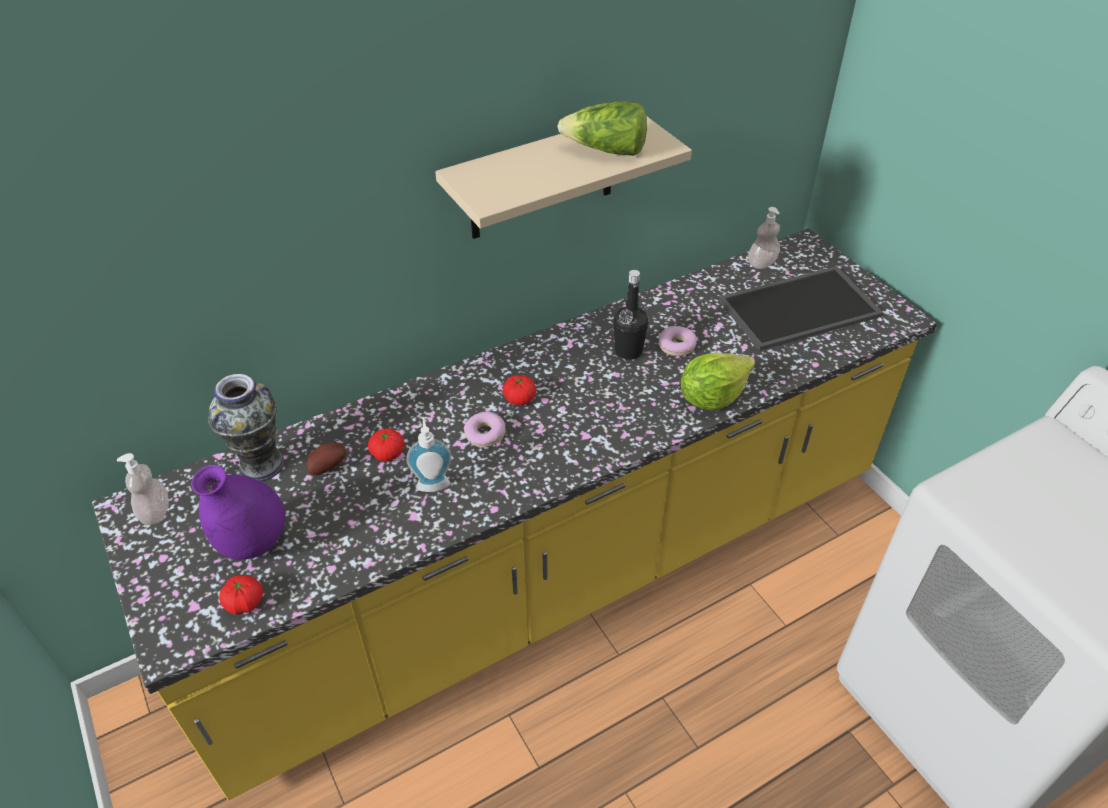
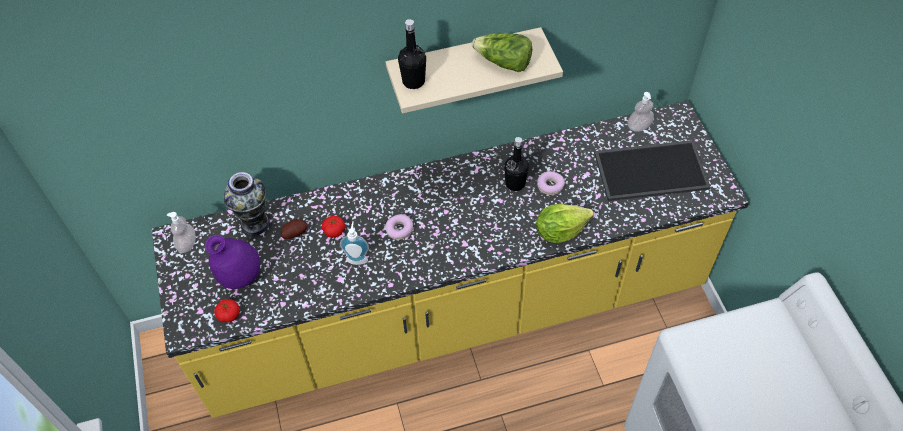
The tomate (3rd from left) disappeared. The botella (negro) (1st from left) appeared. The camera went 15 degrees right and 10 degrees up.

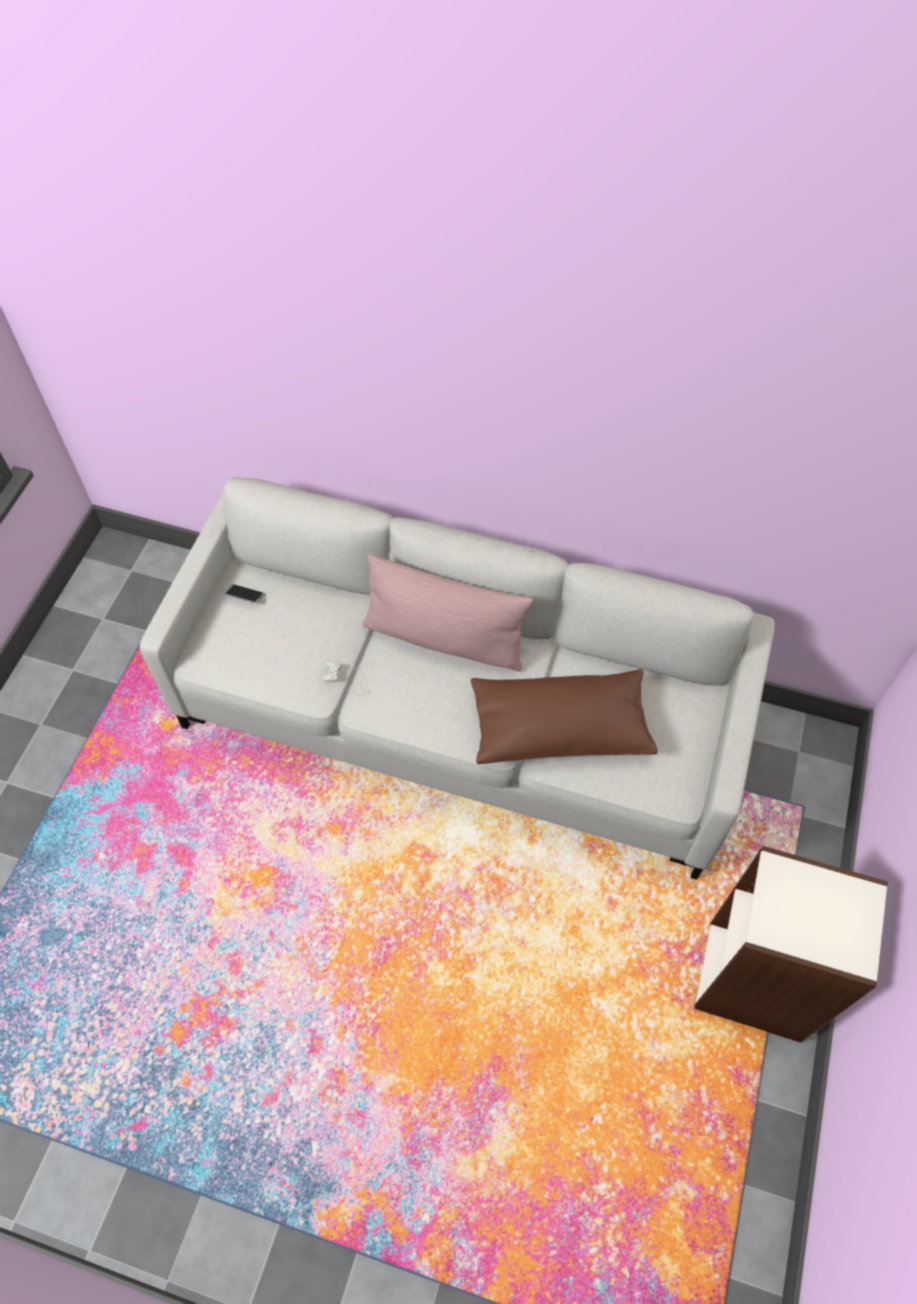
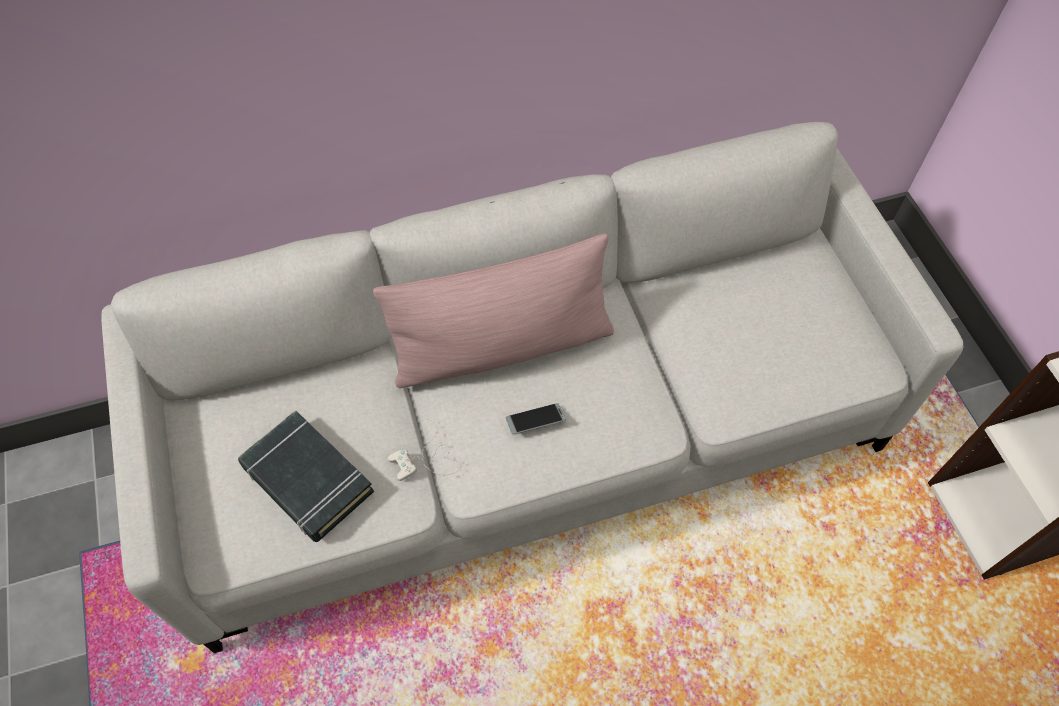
The móvil moved. The cojín (marrón) disappeared. The libro (negro) appeared. The camera went 35 degrees left and 0 degrees up.

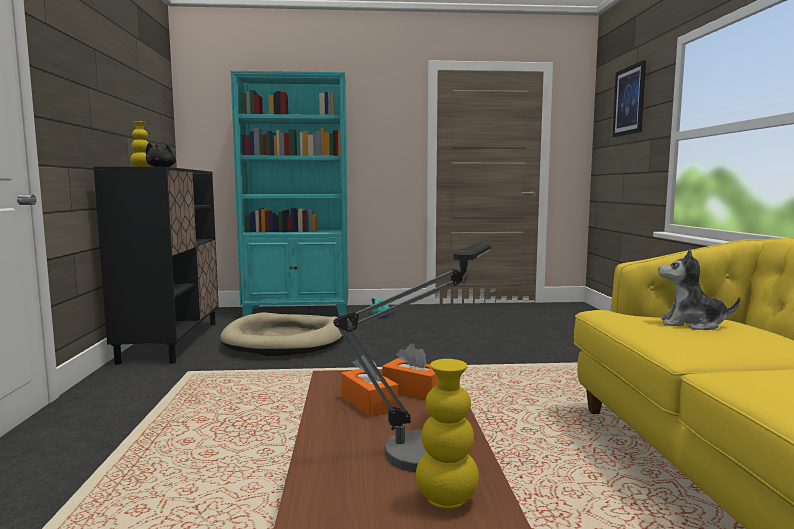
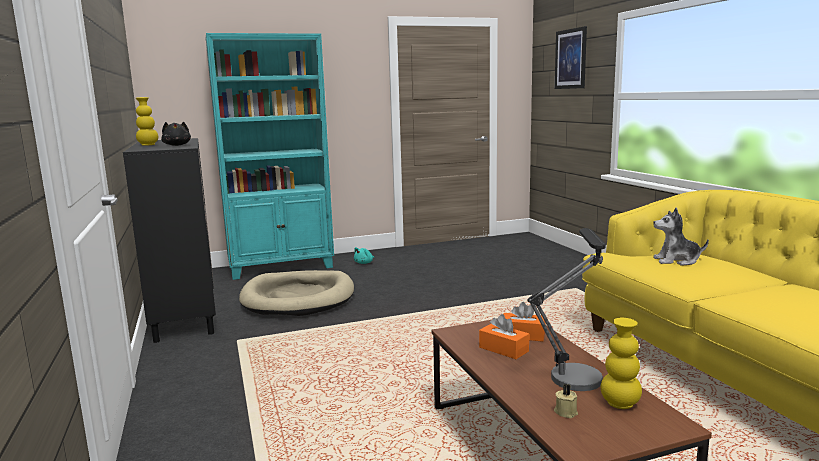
The vela (beis) appeared. The camera went 15 degrees left and 5 degrees up.

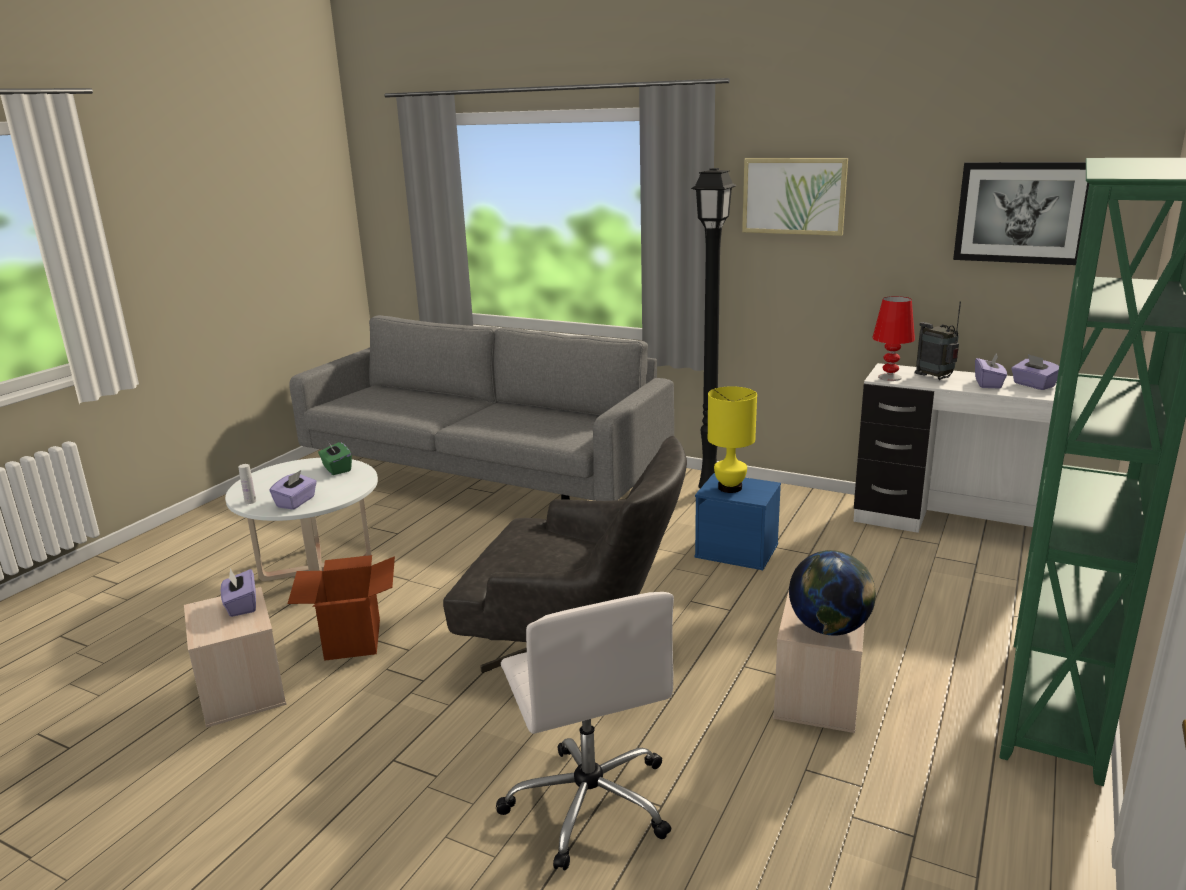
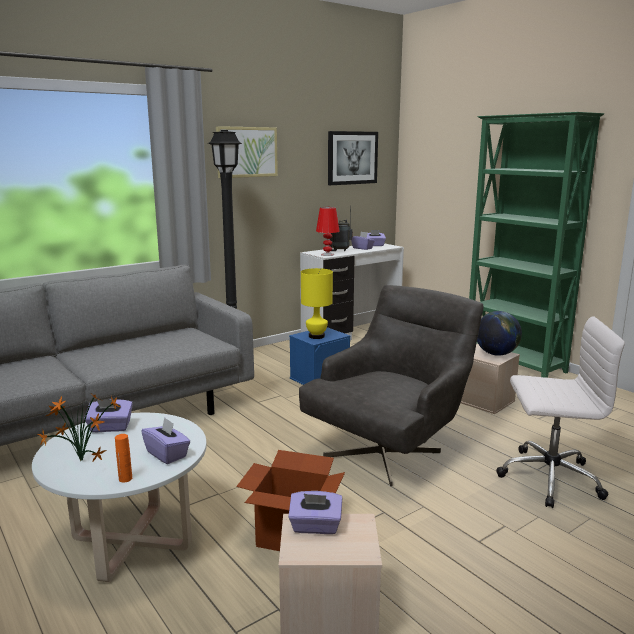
The botella (blanco) became the botella (naranja). The caja de pañuelos (verde) became the caja de pañuelos (morado) (1st from left). The planta en maceta appeared. The camera went 65 degrees left and 5 degrees down.

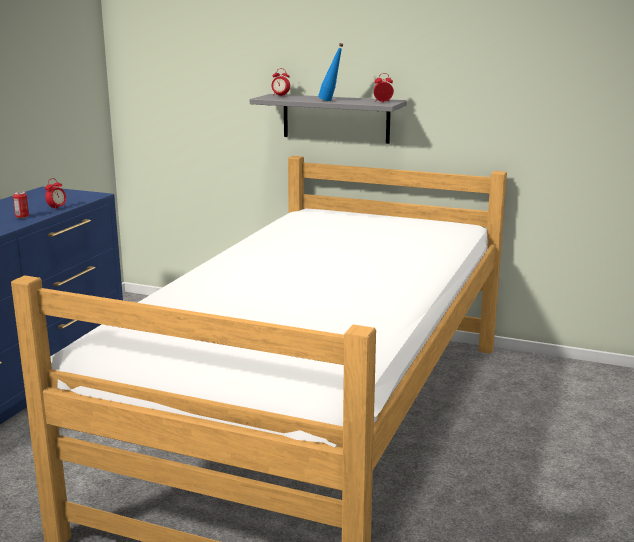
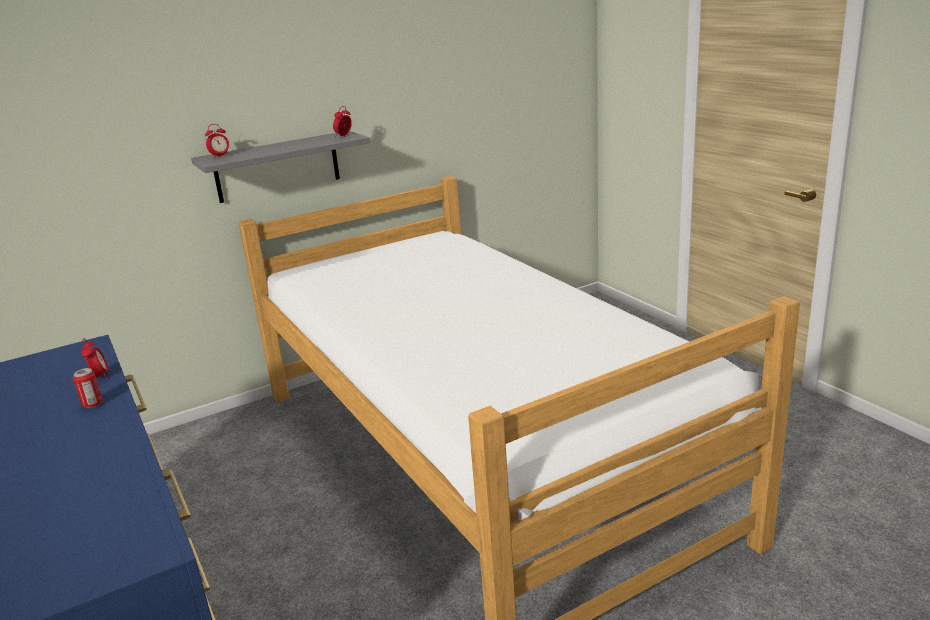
The botella (azul) disappeared. The camera went 50 degrees left and 5 degrees up.

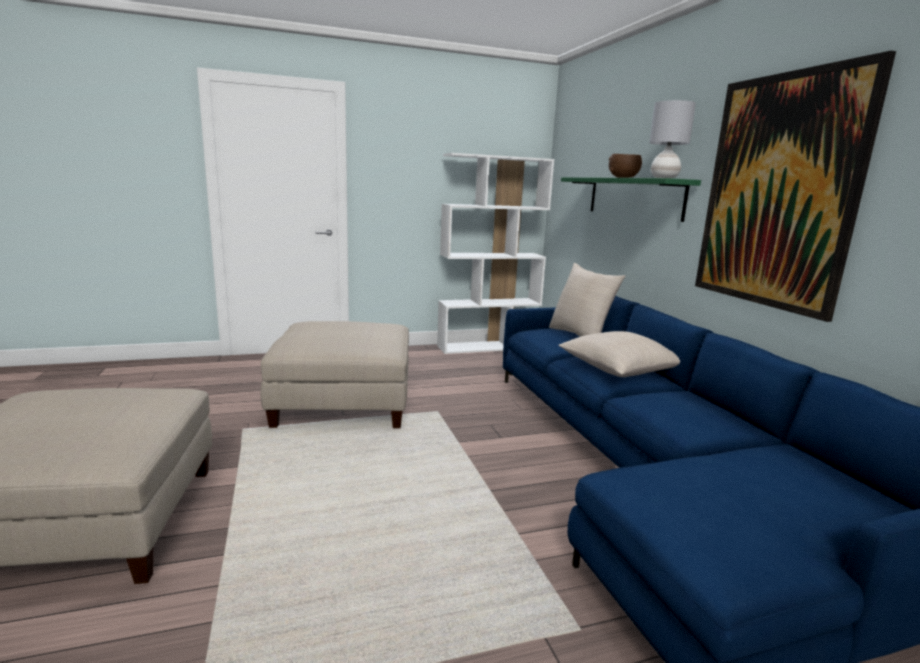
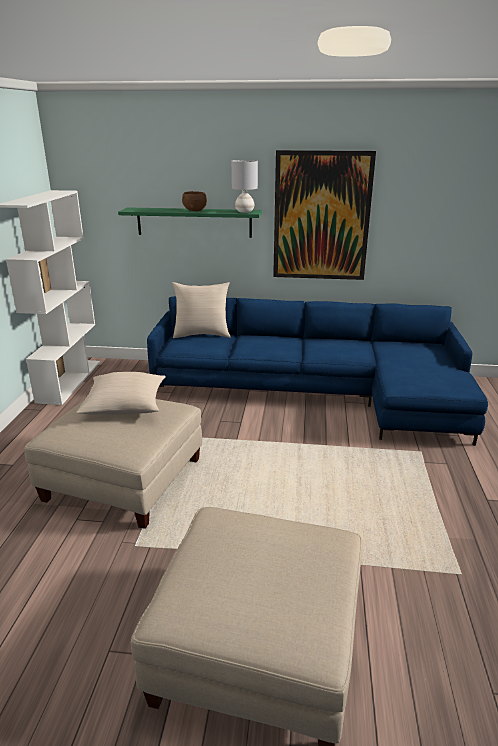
The cojín (beis) (2nd from left in the first image) moved. The camera went 65 degrees left and 10 degrees up.

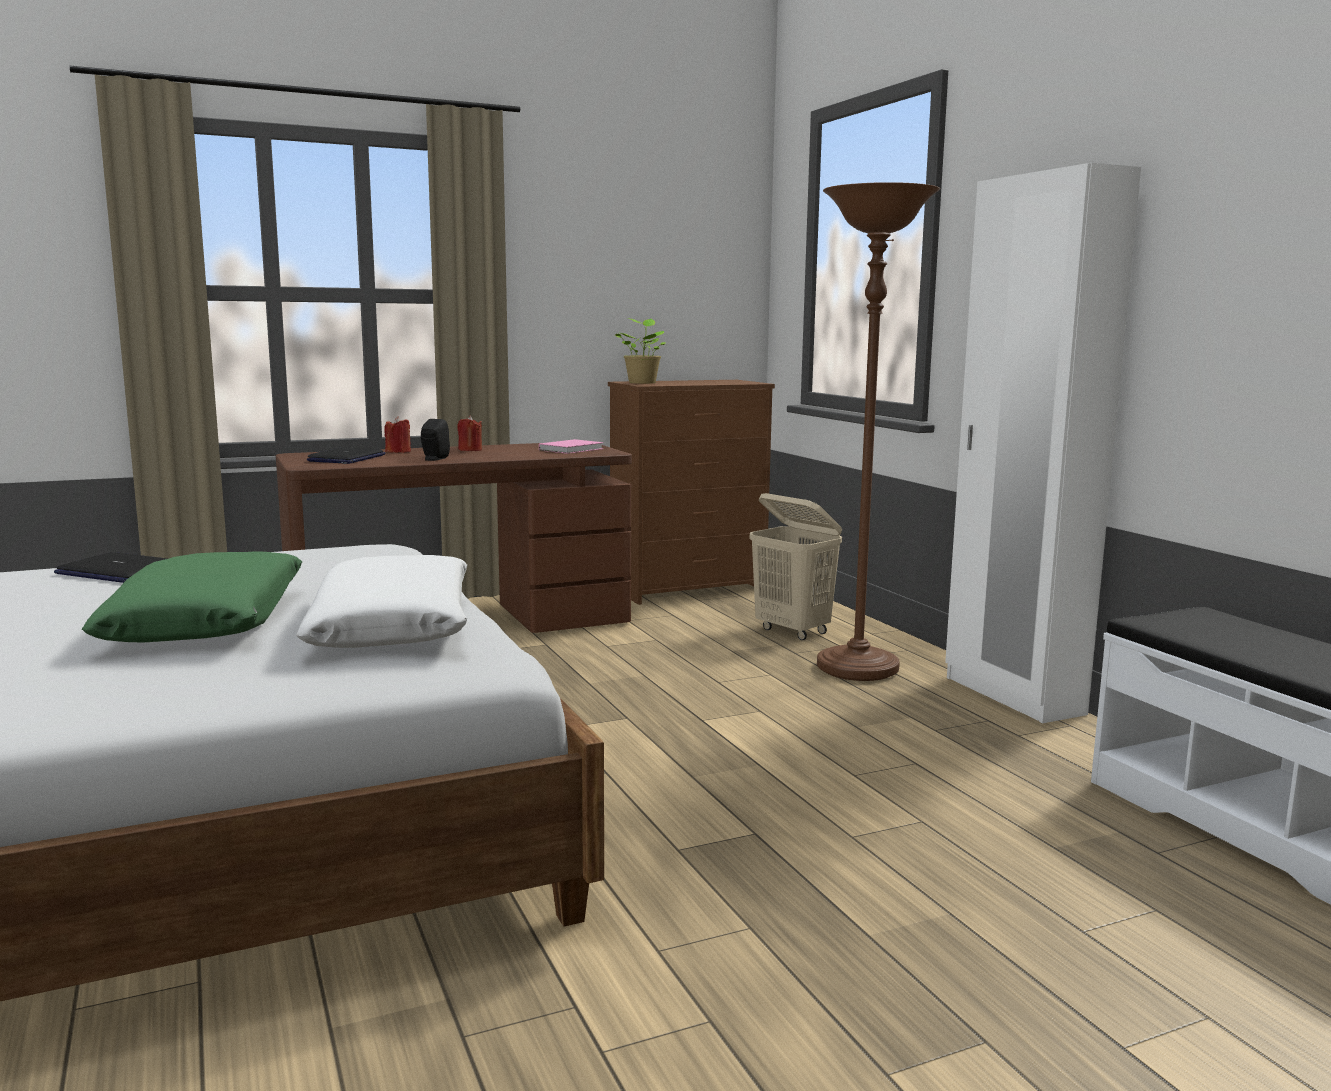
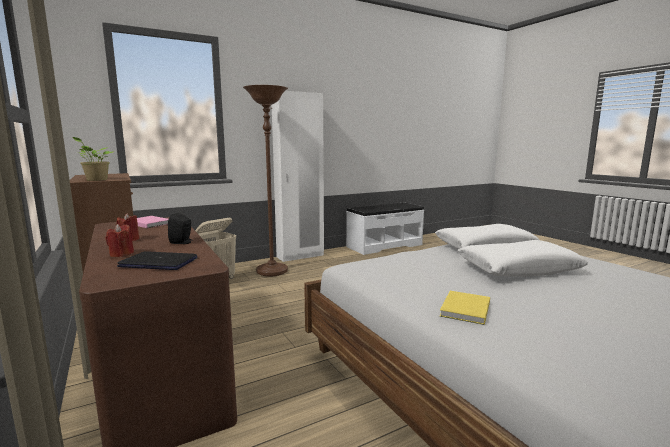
The portátil (1st from left) was replaced by the libro (amarillo). The cojín (verde) became the cojín (blanco) (2nd from left). The camera went 95 degrees left and 0 degrees up.

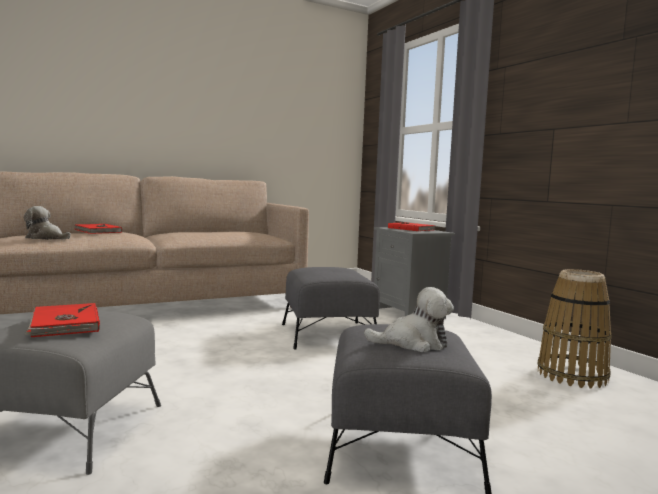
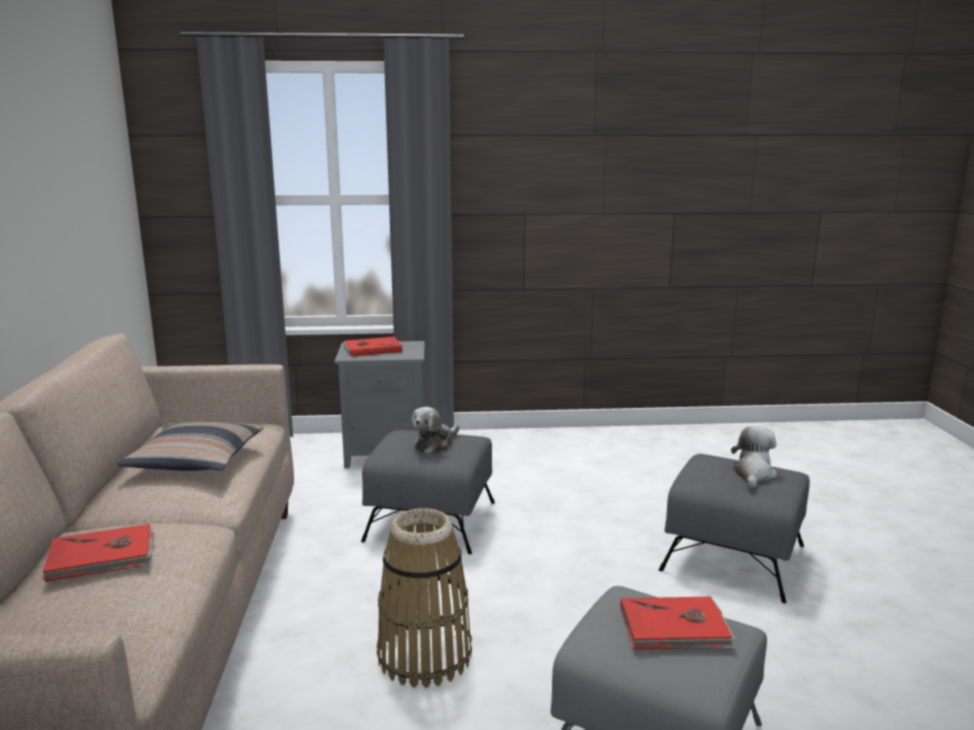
The peluche (1st from left) moved. The cesta moved. The cojín appeared. The camera went 65 degrees left and 10 degrees up.

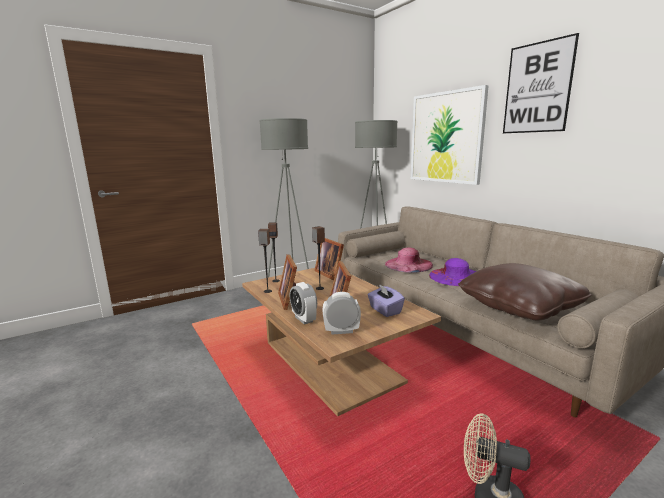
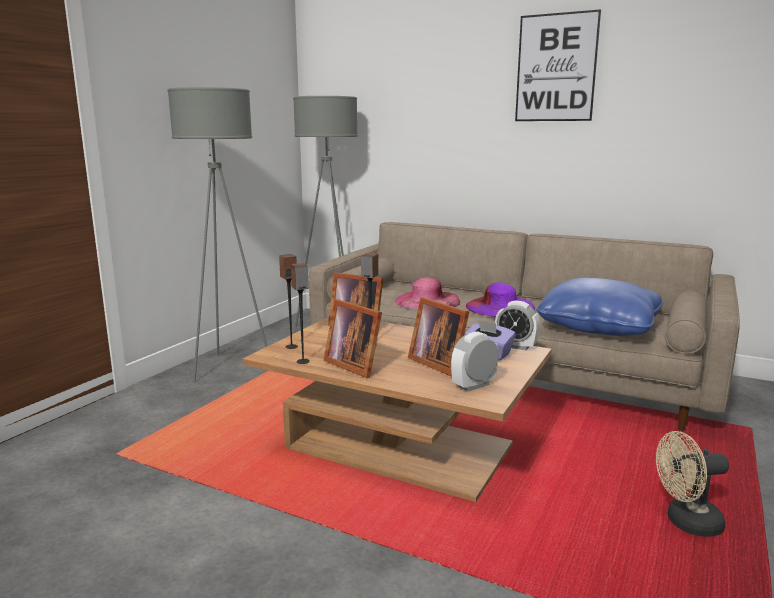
The despertador (1st from left in the first image) moved. The cuadro (1st from left) disappeared. The cojín (marrón) became the cojín (azul). The camera went 30 degrees left and 0 degrees up.

